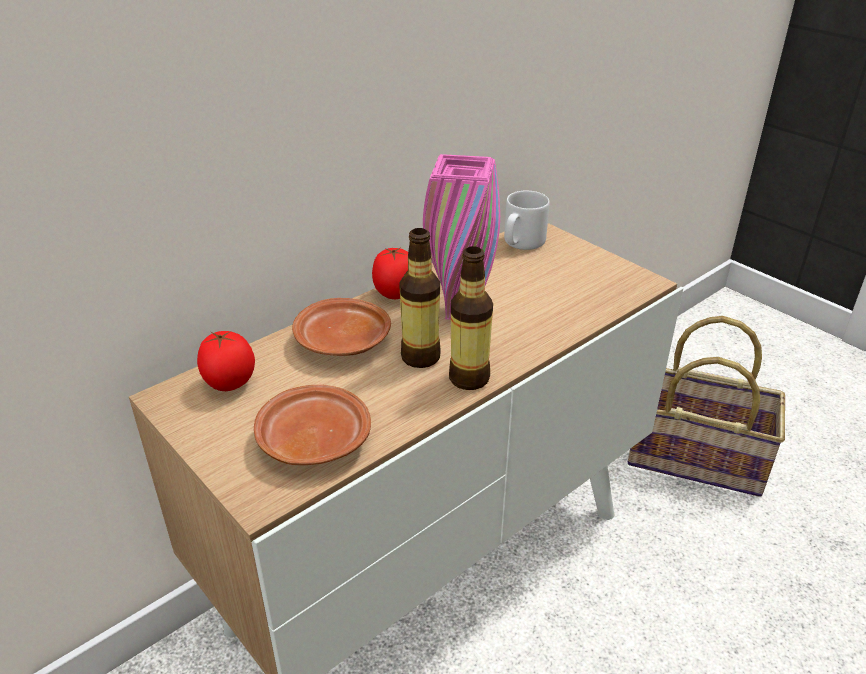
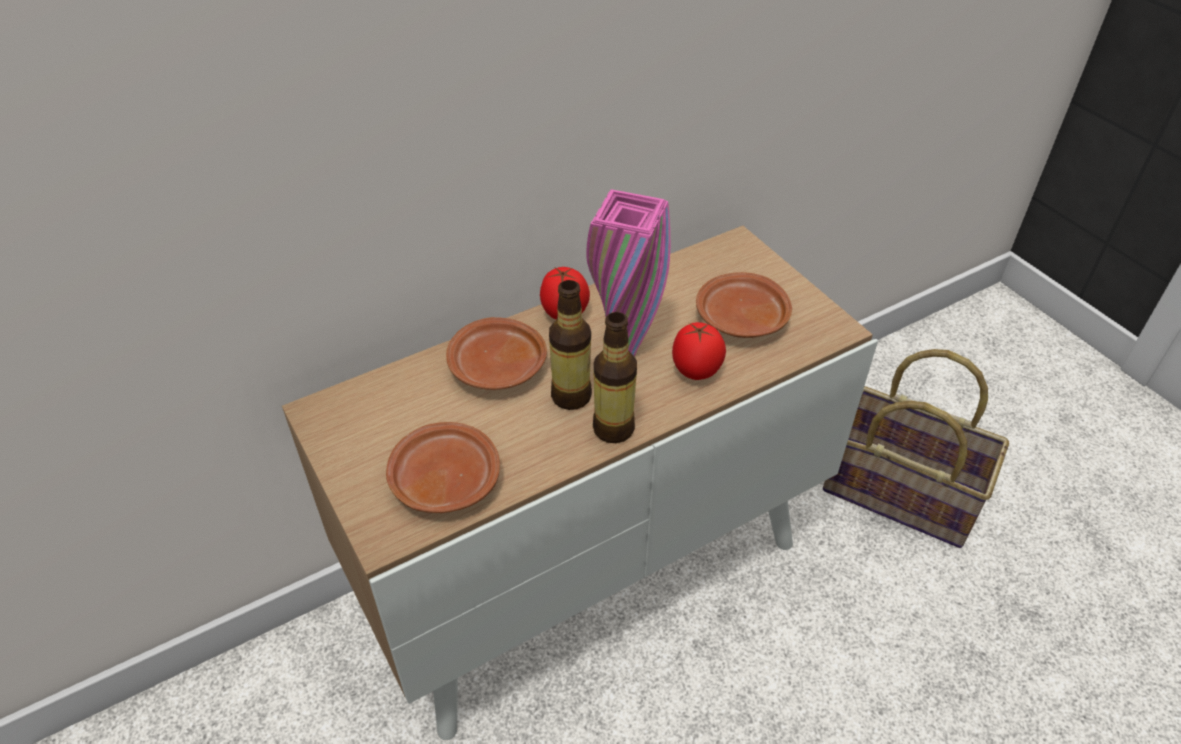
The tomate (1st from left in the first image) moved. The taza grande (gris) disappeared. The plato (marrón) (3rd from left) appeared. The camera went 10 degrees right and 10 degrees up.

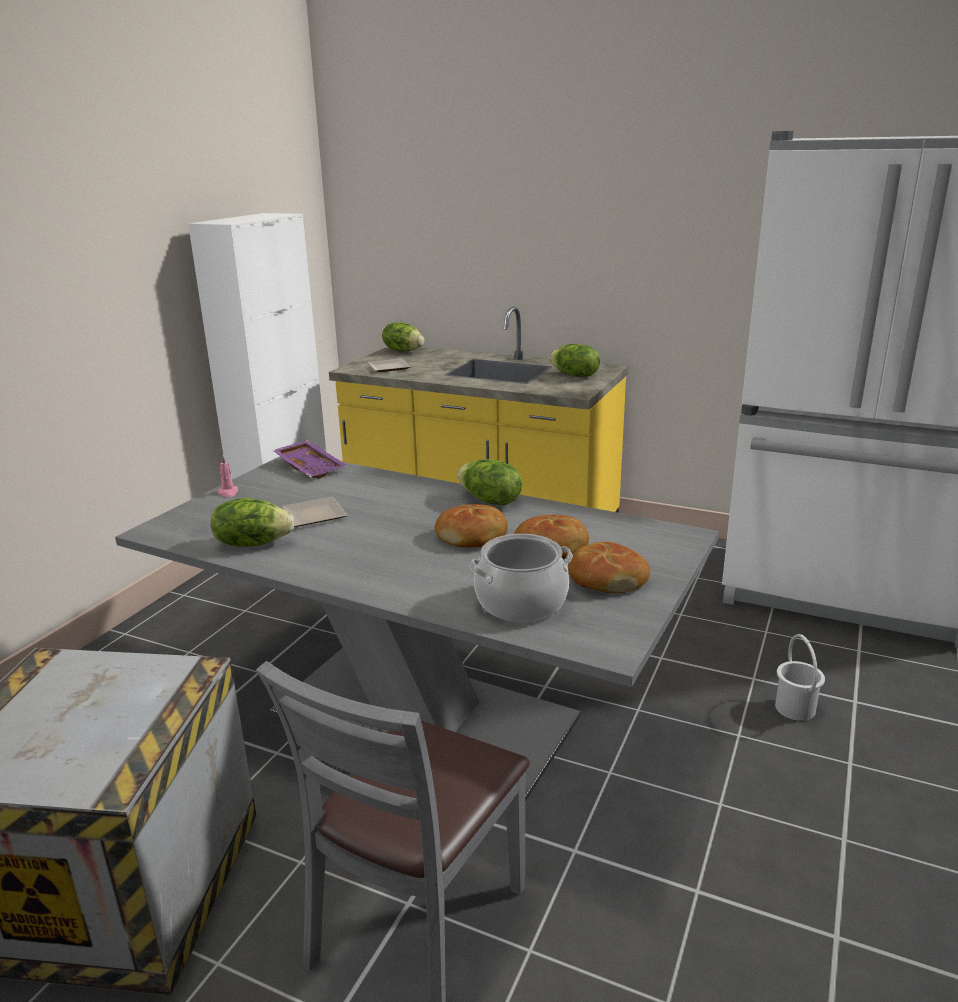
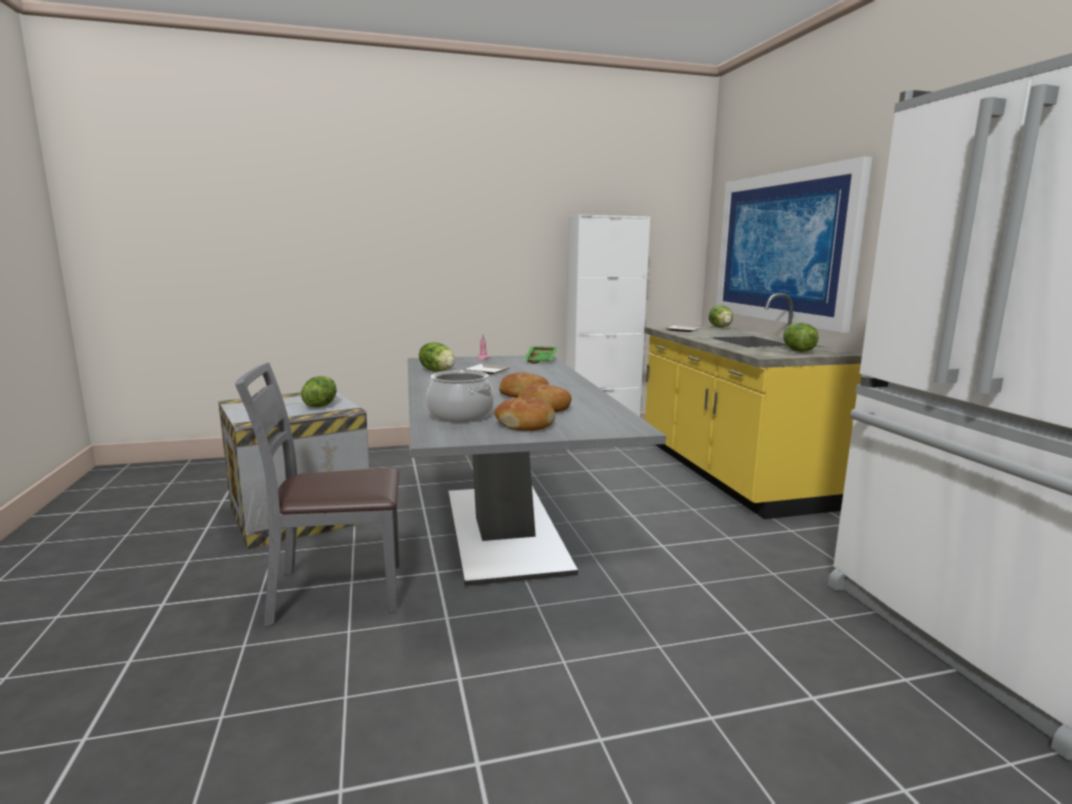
The bandeja (morado) became the bandeja (verde). The lechuga (3rd from left in the first image) moved. The cubo (blanco) disappeared. The cuadro appeared. The camera went 50 degrees right and 10 degrees down.

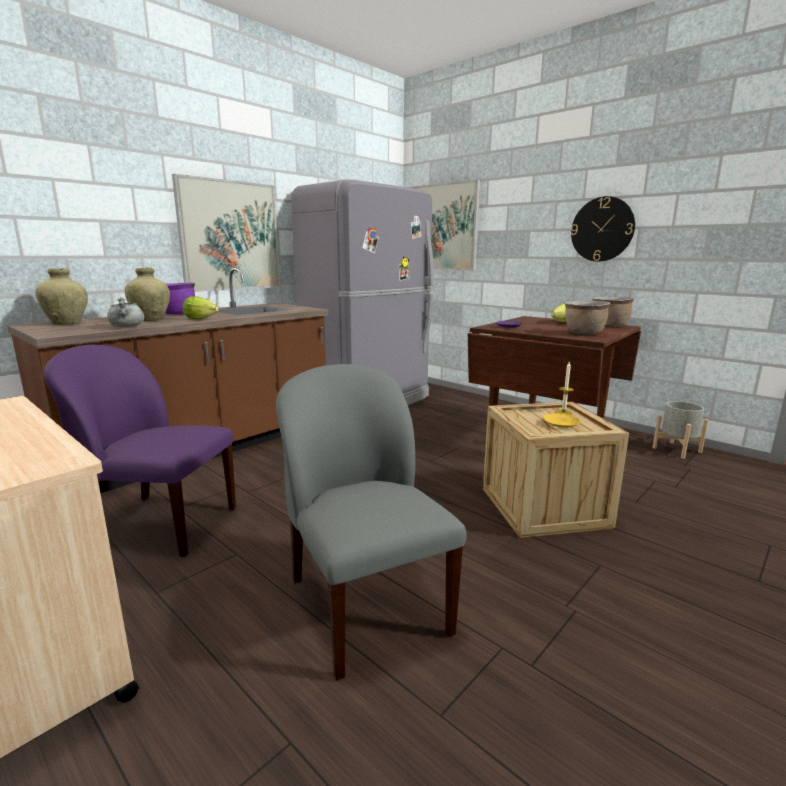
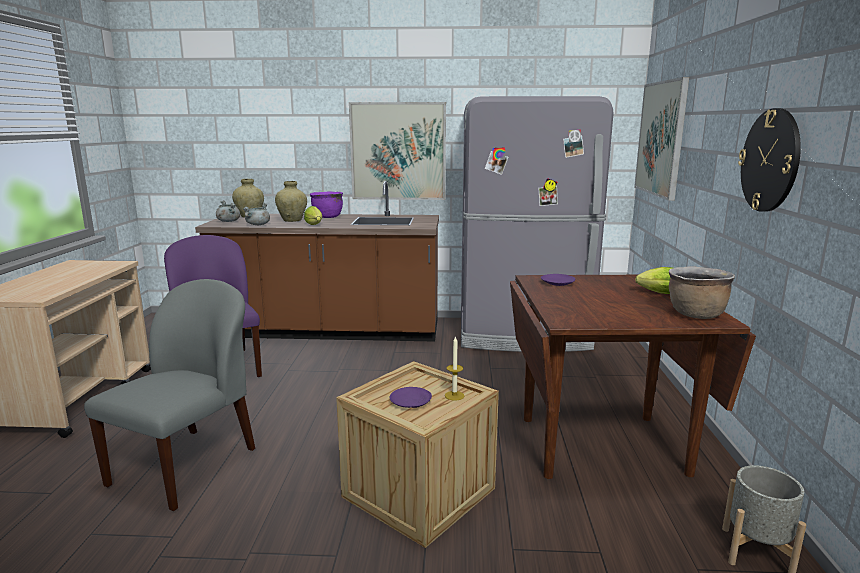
The plato (amarillo) became the plato (morado) (1st from left). The olla (marrón) (1st from left) disappeared. The olla (gris) (1st from left) appeared. The camera went 50 degrees right and 0 degrees up.

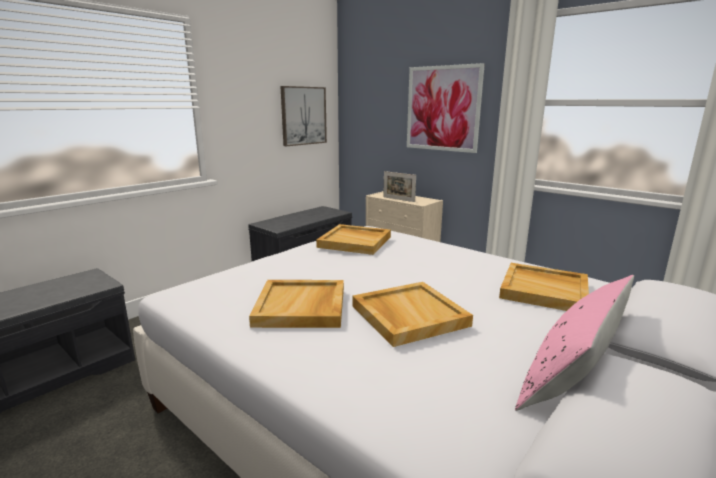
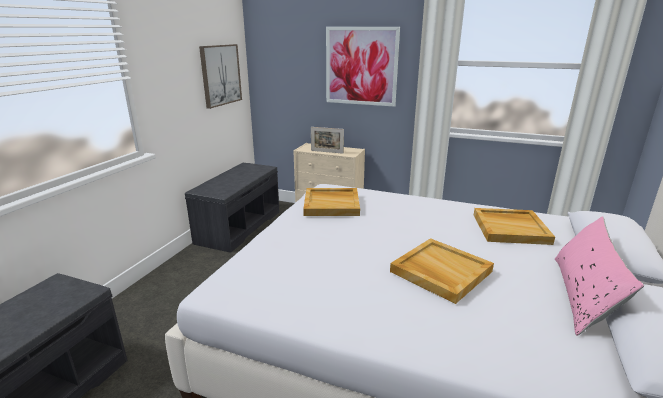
The bandeja (beis) (1st from left) disappeared. The camera went 20 degrees left and 5 degrees up.

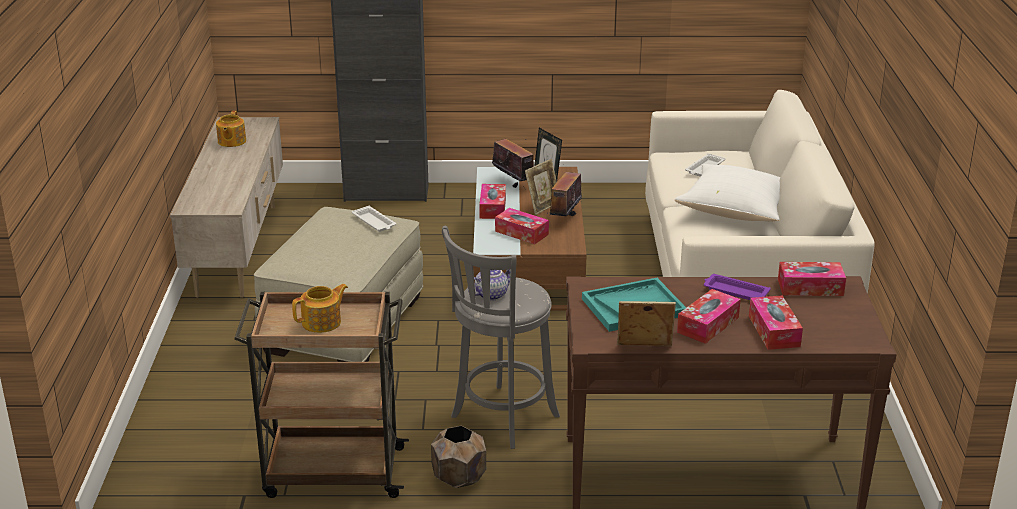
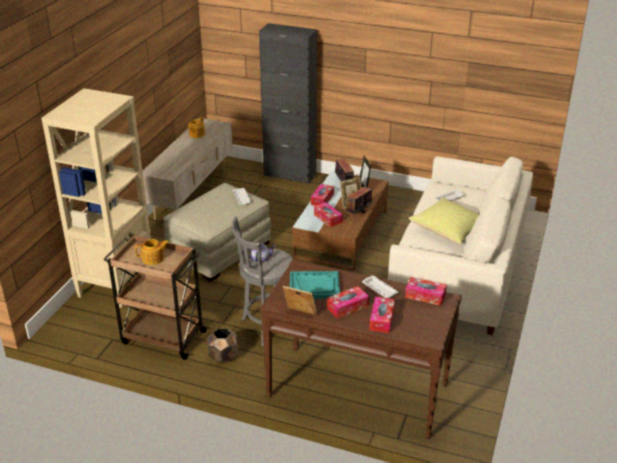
The cojín (blanco) became the cojín (amarillo). The bandeja (morado) became the bandeja (blanco) (2nd from left). The estantería (beis) appeared. The camera went 20 degrees right and 5 degrees up.

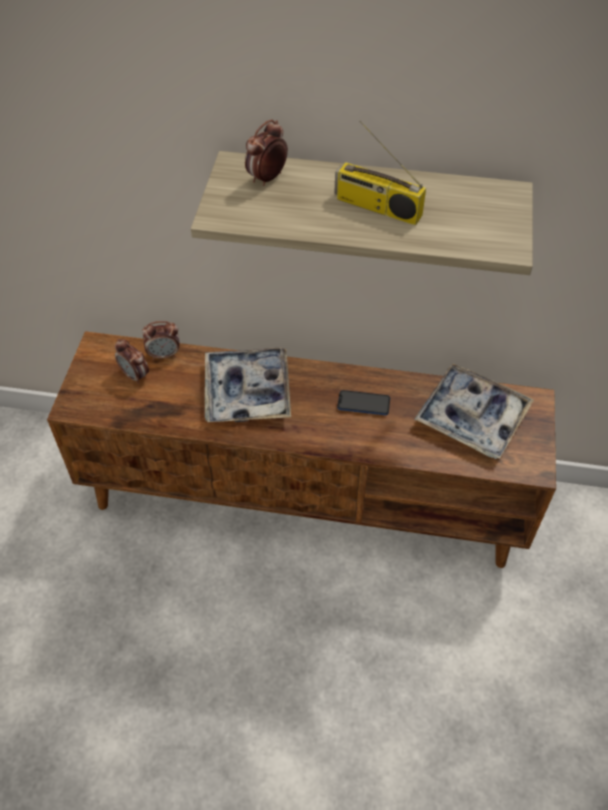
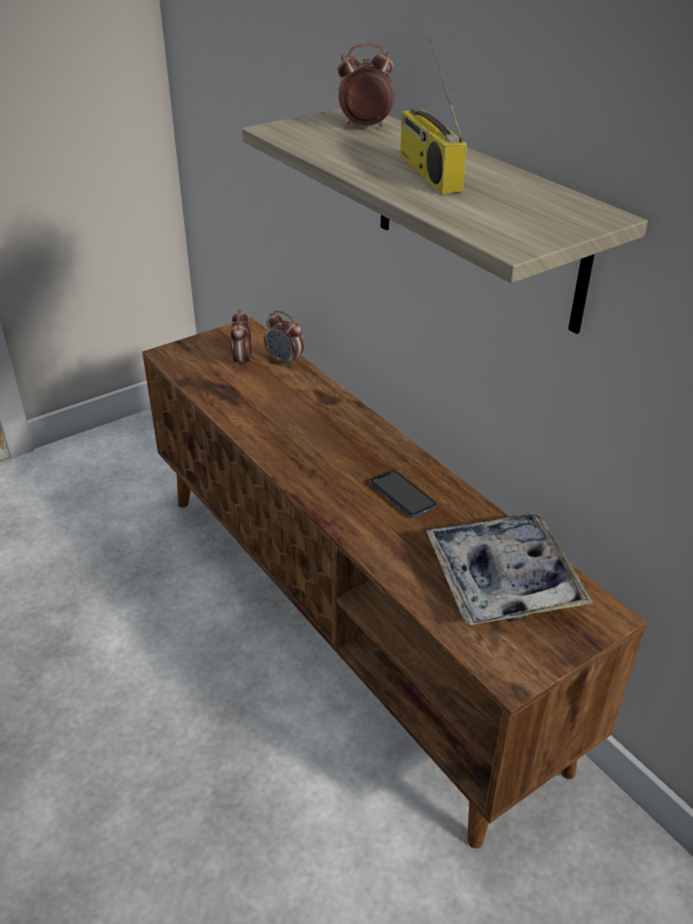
The bandeja (1st from left) disappeared. The camera went 45 degrees right and 15 degrees down.

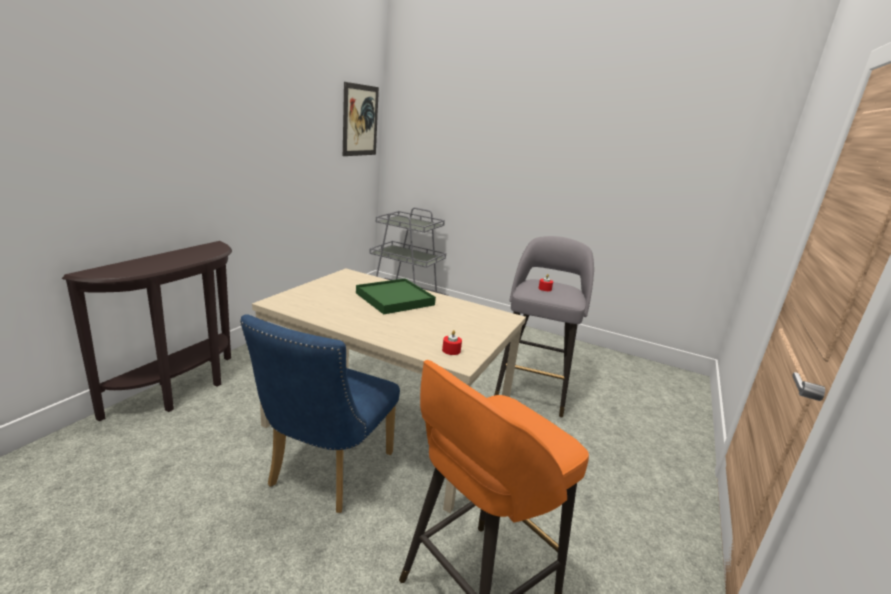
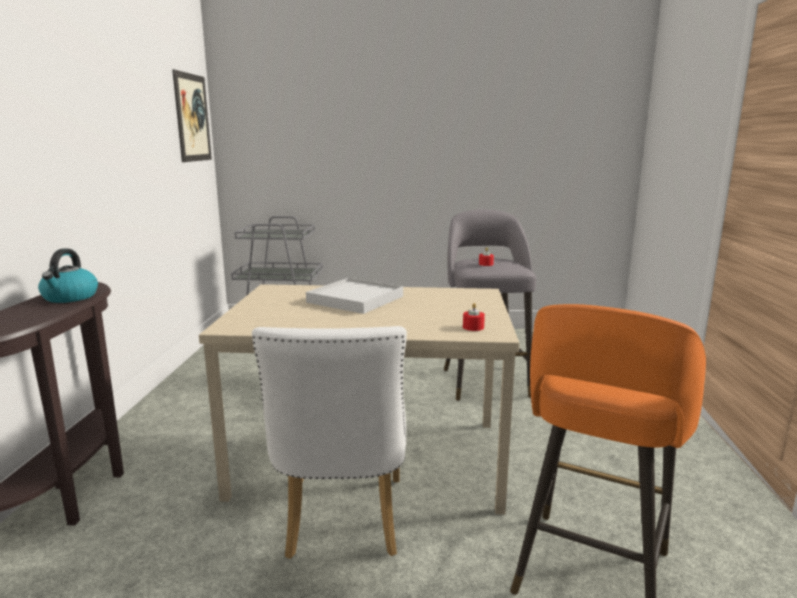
The silla (azul) became the silla (blanco). The bandeja (verde) became the bandeja (blanco). The hervidor appeared. The camera went 20 degrees left and 5 degrees down.

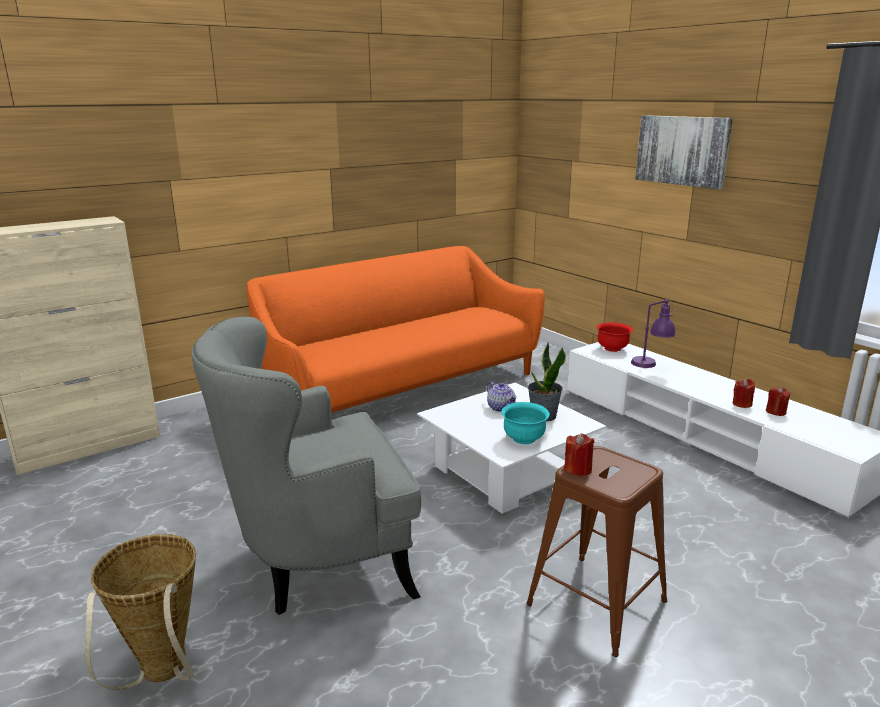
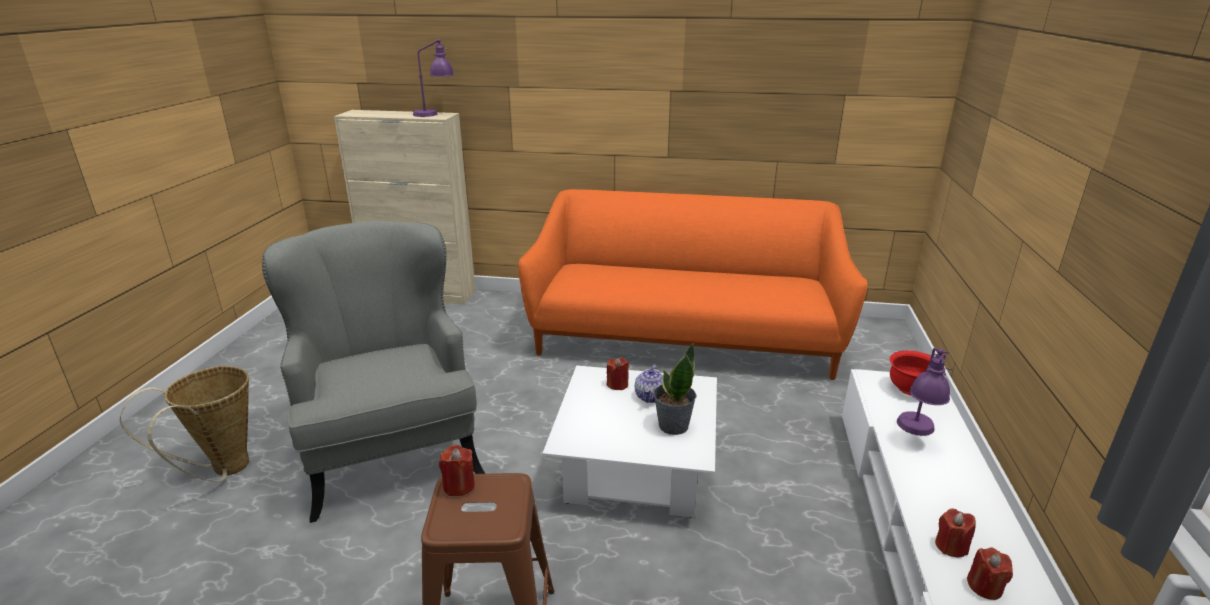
The sillón (gris) turned 45 degrees clockwise. The cuenco (turquesa) disappeared. The cuadro disappeared. The lámpara de mesa (morado) (1st from left) appeared. The vela (rojo) (2nd from left) appeared. The camera went 45 degrees right and 5 degrees up.

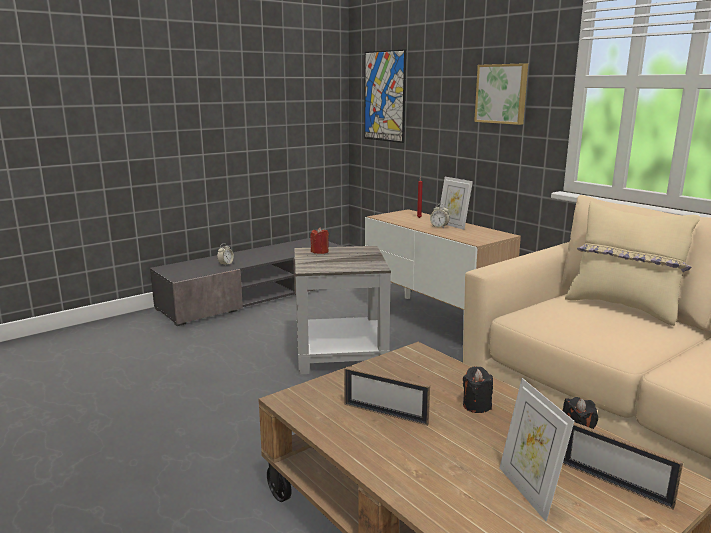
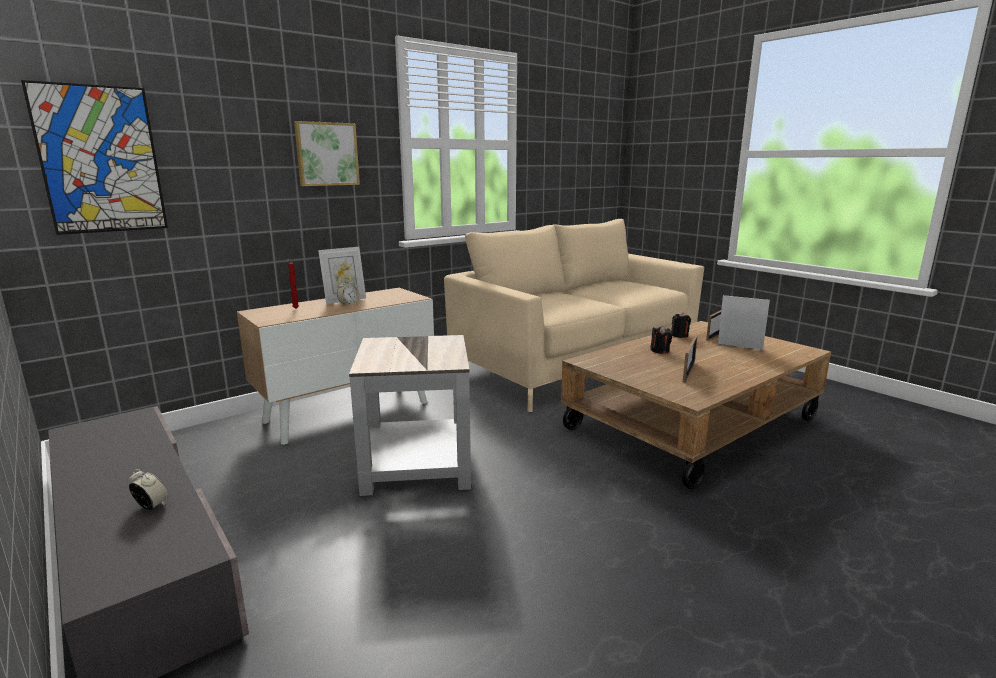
The vela (rojo) (1st from left) disappeared. The portarretratos (3rd from left in the first image) turned 135 degrees counterclockwise. The cojín (beis) disappeared. The camera went 90 degrees left and 0 degrees up.

